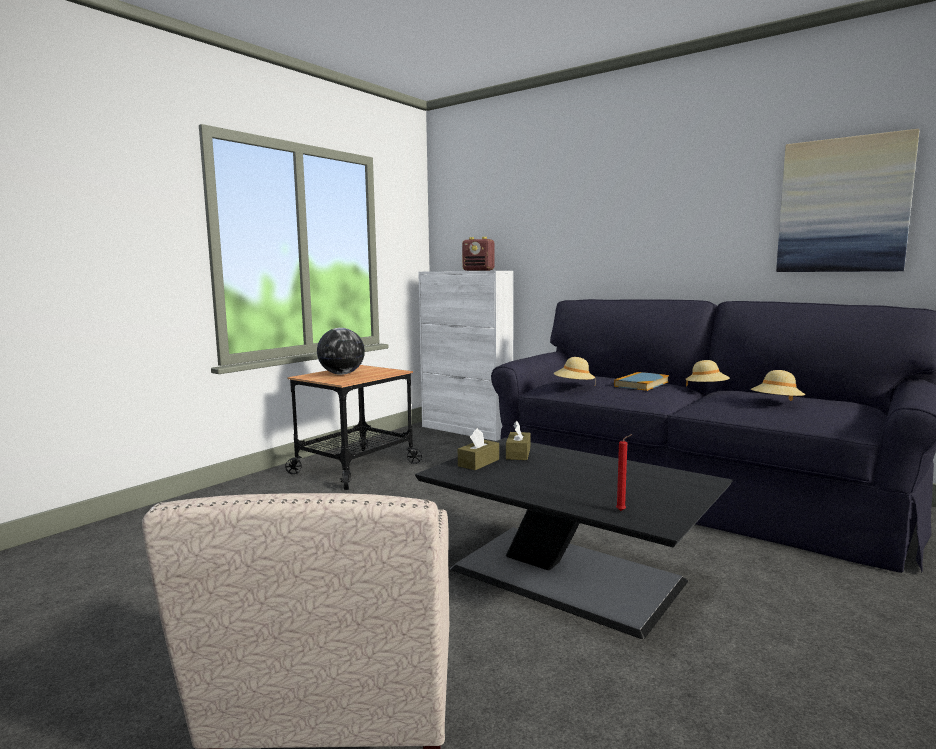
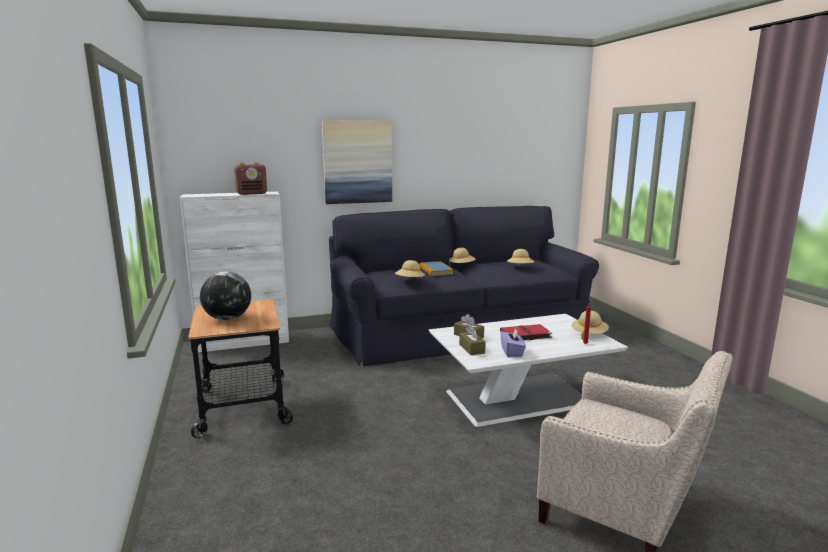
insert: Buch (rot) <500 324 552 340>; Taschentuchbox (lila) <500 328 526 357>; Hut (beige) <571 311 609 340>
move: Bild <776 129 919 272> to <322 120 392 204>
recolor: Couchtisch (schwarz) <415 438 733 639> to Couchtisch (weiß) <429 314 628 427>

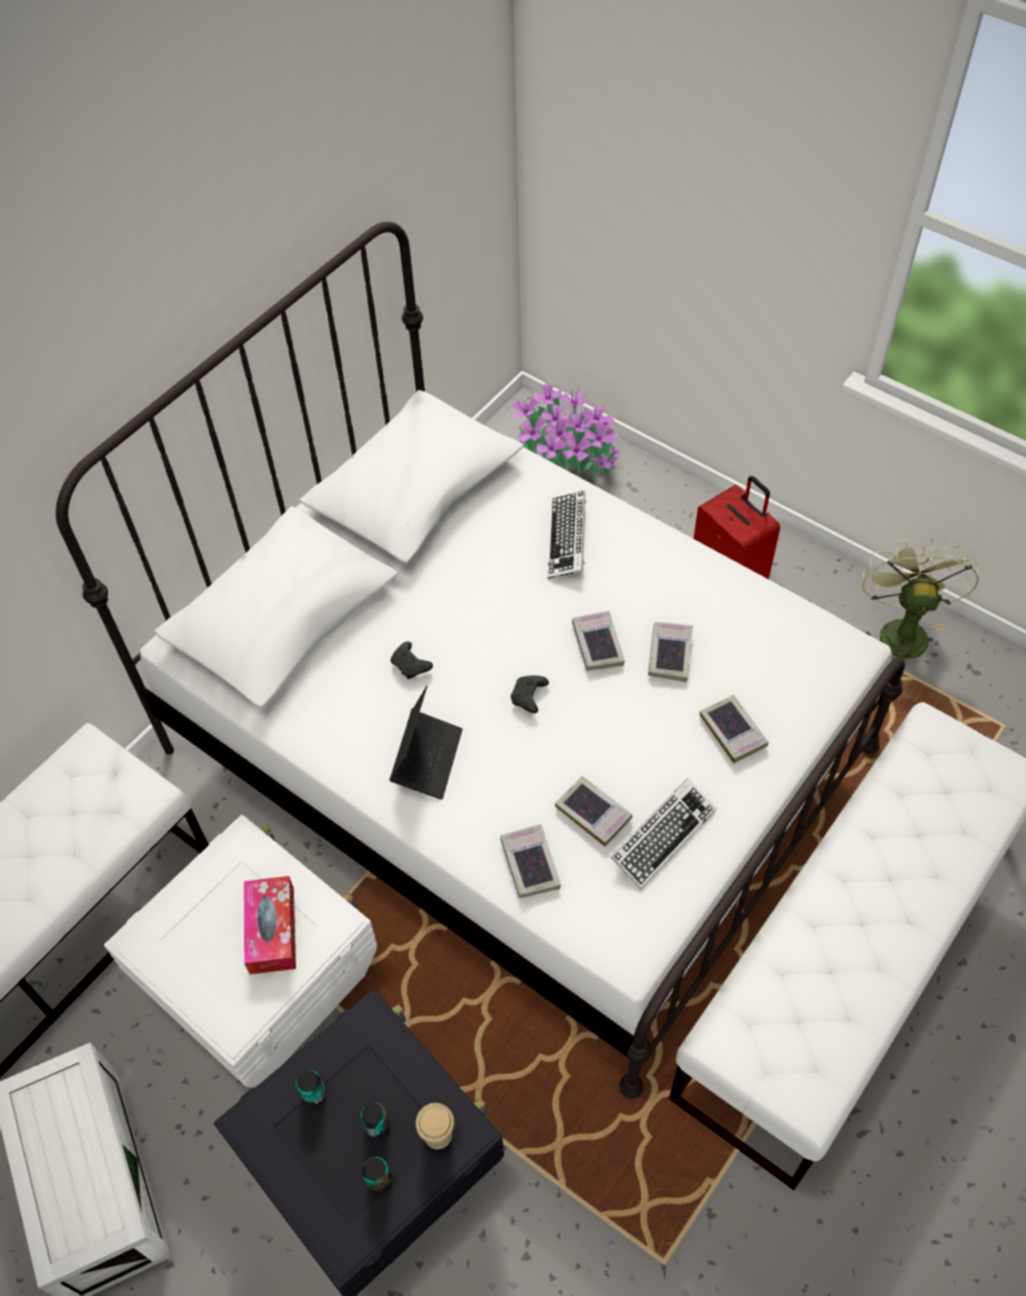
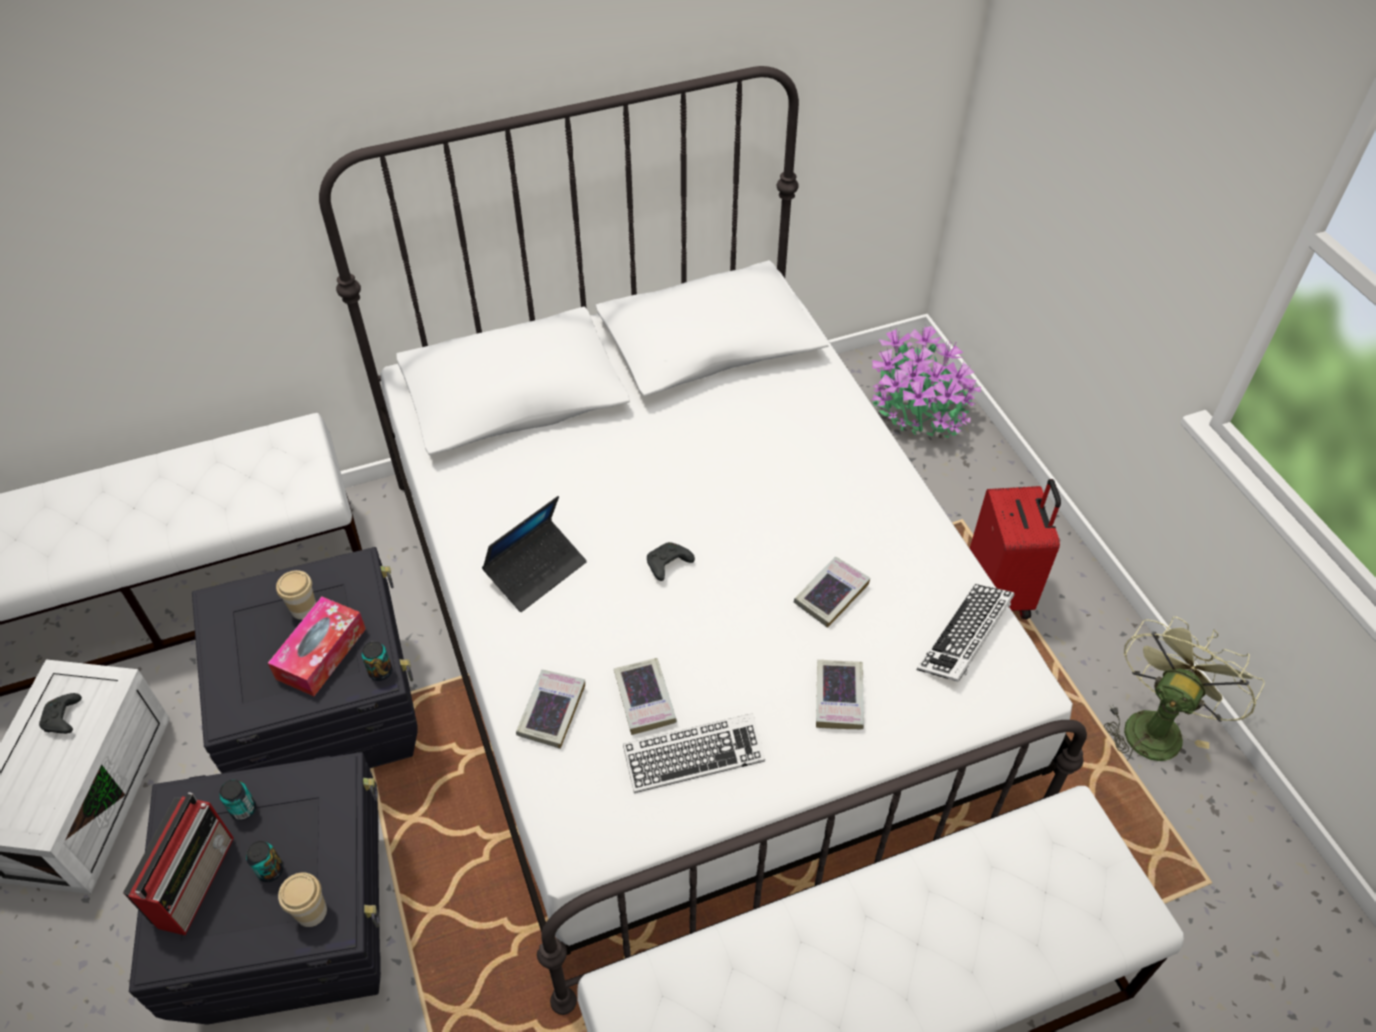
delete: Buch <572 611 625 671>
insert: Radio <123 792 234 935>; Tasse <276 570 316 620>
move: Dose <362 1157 392 1193> to <362 641 392 681>; Gamepad (schwarz) <390 641 433 679> to <39 693 82 734>; Tastatur <548 491 586 579> to <917 583 1014 682>
recolor: Aufbewahrungsbox (weiß) <104 815 377 1087> to Aufbewahrungsbox (schwarz) <192 547 417 774>

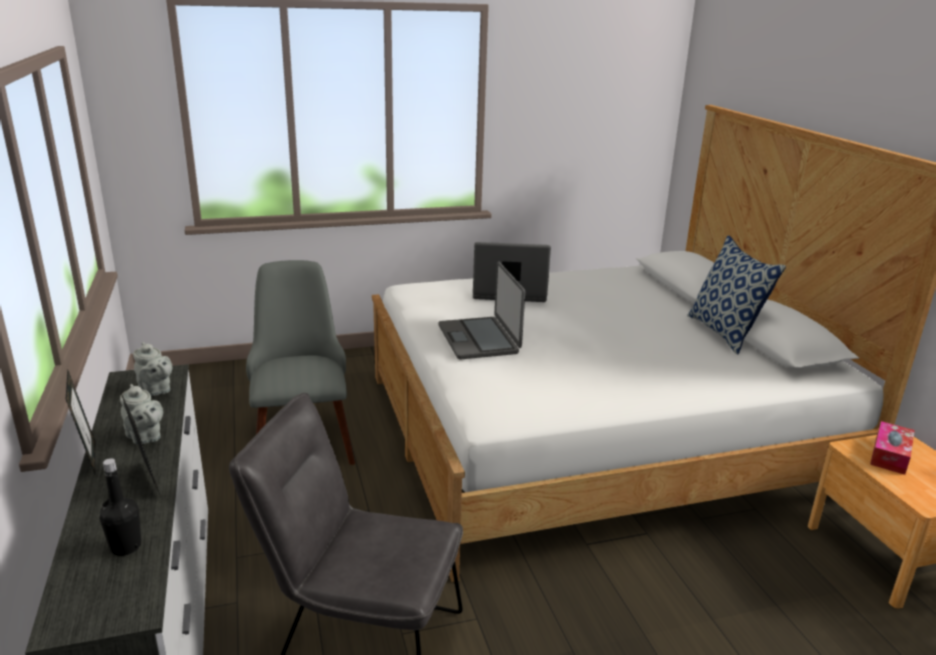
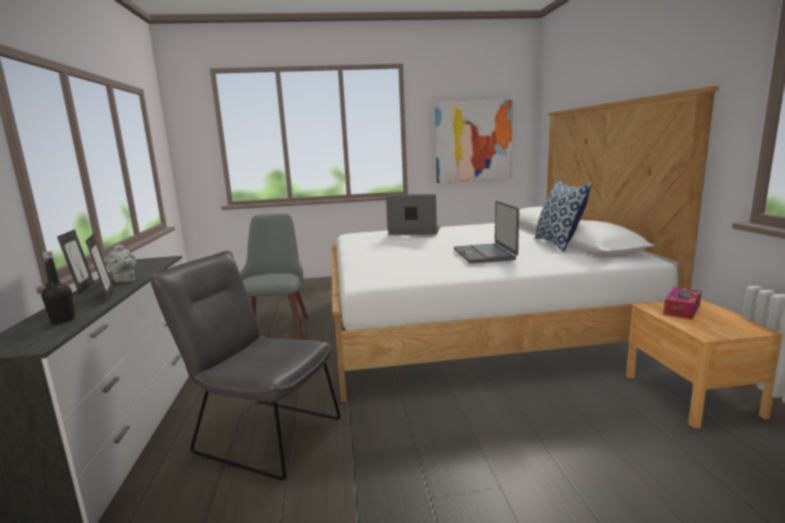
delete: Teekanne (grau) <133 342 172 396>
insert: Bild <435 99 513 183>
move: Laptop <438 261 525 360> to <454 201 519 263>

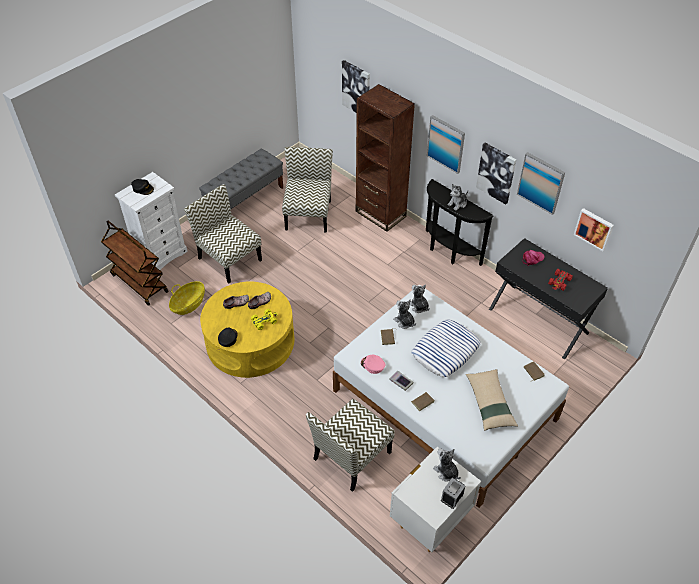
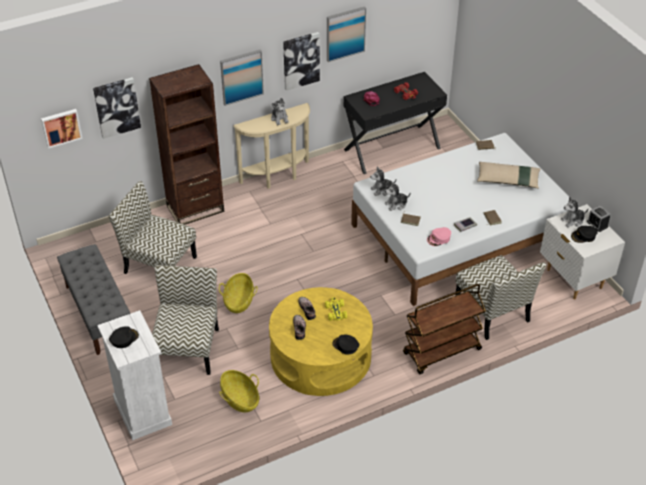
delete: Kissen <411 320 481 377>
insert: Korb <219 273 258 313>; Kappe (schwarz) <571 226 598 243>
move: Rollwagen (braun) <101 221 169 306> to <403 284 486 374>; Bild <574 208 614 251> to <41 109 83 148>
recolor: Konsolentisch (schwarz) <426 179 494 266> to Konsolentisch (beige) <233 103 310 189>
rotate: Stuhl <184 184 262 283> = <152 265 219 375> 120 degrees clockwise

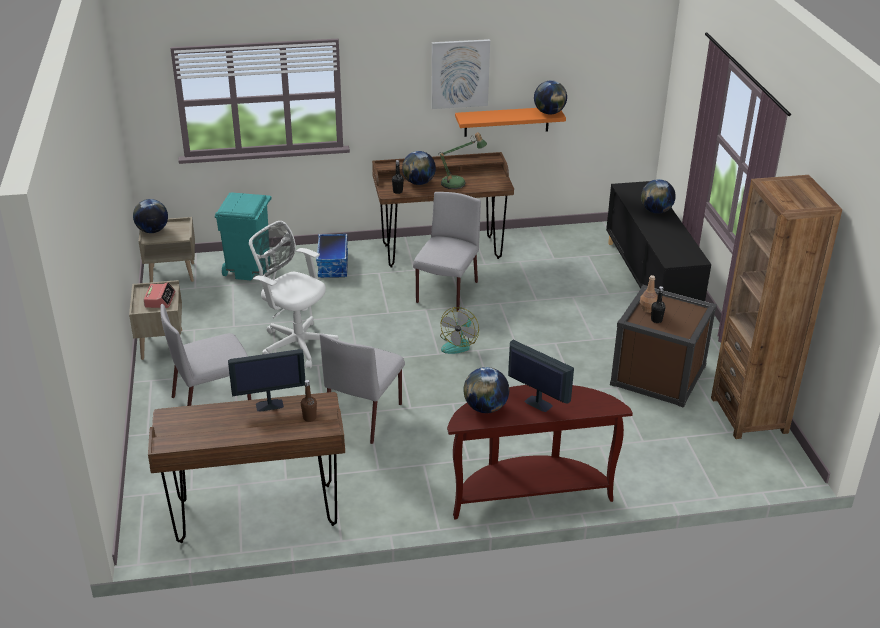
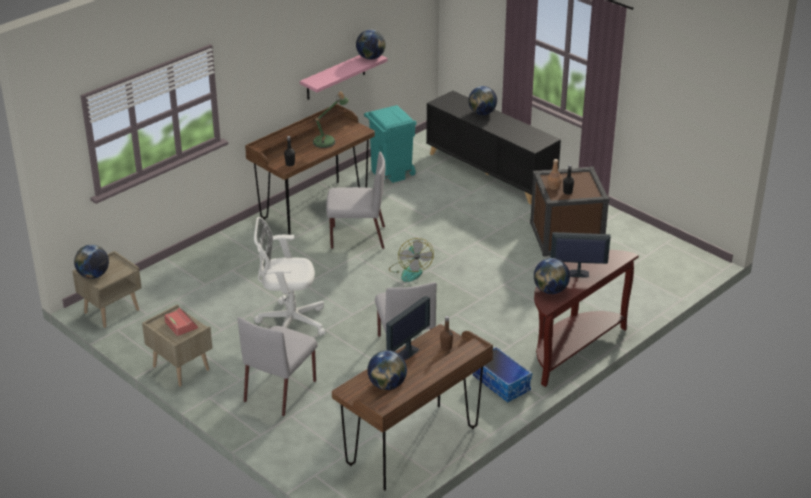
delete: Bild <431 39 490 109>; Bücherregal (braun) <711 175 842 439>
move: Mülleimer (türkis) <215 193 272 281> to <364 105 416 183>; Aufbewahrungsbox <316 234 348 278> to <473 346 532 402>; Globus <402 151 436 185> to <367 350 407 390>
recolor: Wandregal (orange) <455 108 566 137> to Wandregal (rosa) <300 55 388 100>
rotate: Stuhl (grau) <413 192 481 311> = <326 152 385 249> 105 degrees clockwise

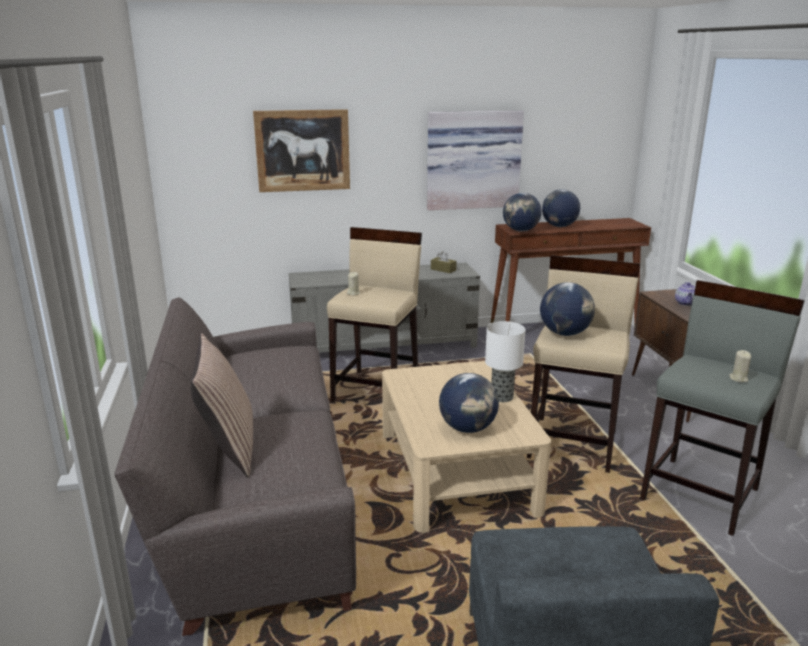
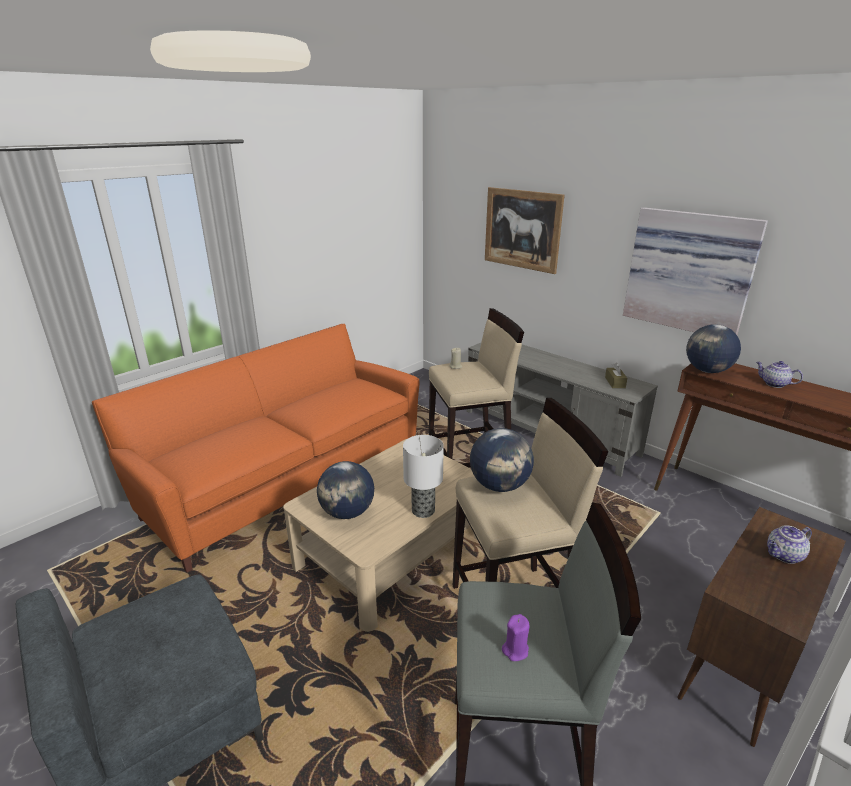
delete: Kissen <191 333 253 477>
replace: Globus <542 189 580 227> to Teekanne <756 361 803 388>
recolor: Sofa (grau) <114 297 356 636> to Sofa (orange) <92 324 420 572>; Kerze (beige) <729 350 751 382> to Kerze (lila) <502 614 530 661>

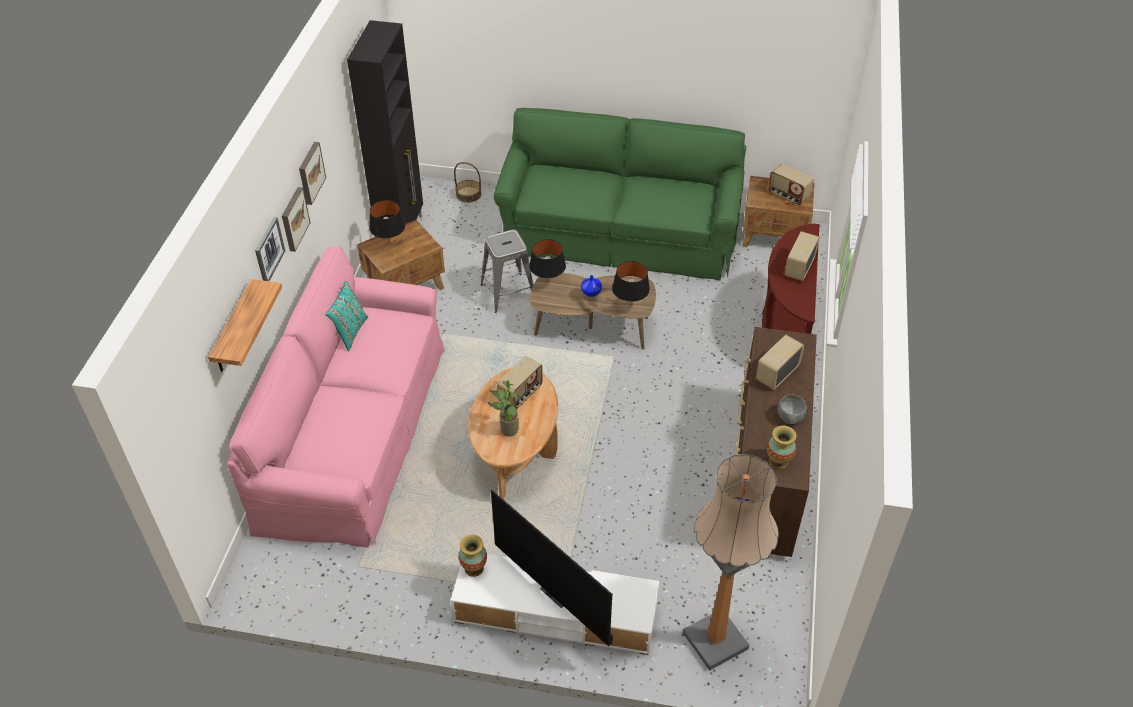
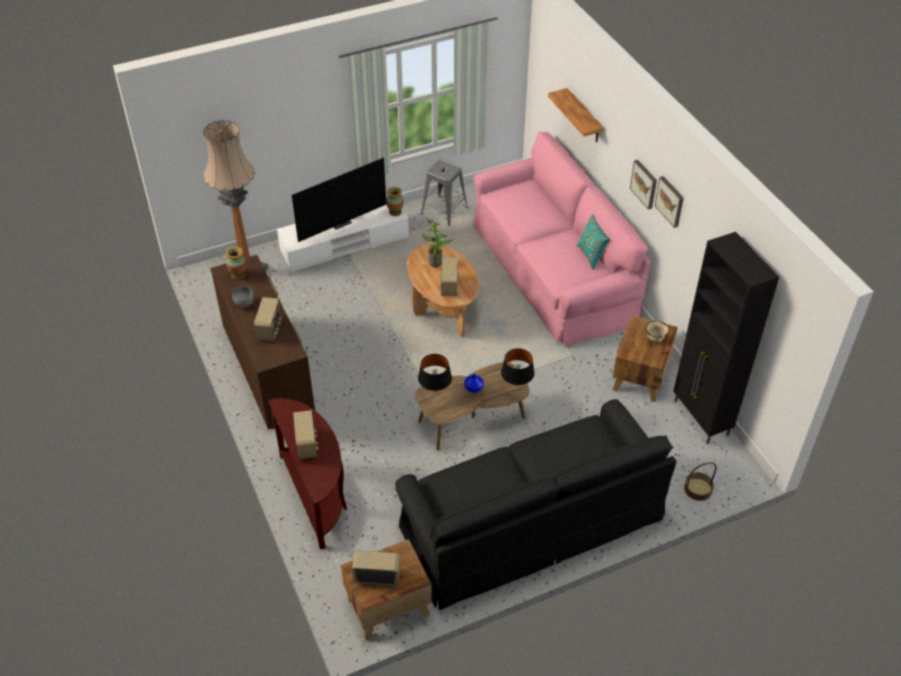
delete: Bild <255 217 285 281>
move: Hocker (grau) <481 229 534 313> to <421 159 468 226>
replace: Tischlampe (schwarz) <369 200 405 243> to Schüssel (beige) <646 321 669 342>
recolor: Sofa (grün) <494 108 746 281> to Sofa (schwarz) <395 399 677 610>
rotate: Fernseher <491 490 613 647> = <292 158 386 242> 135 degrees clockwise

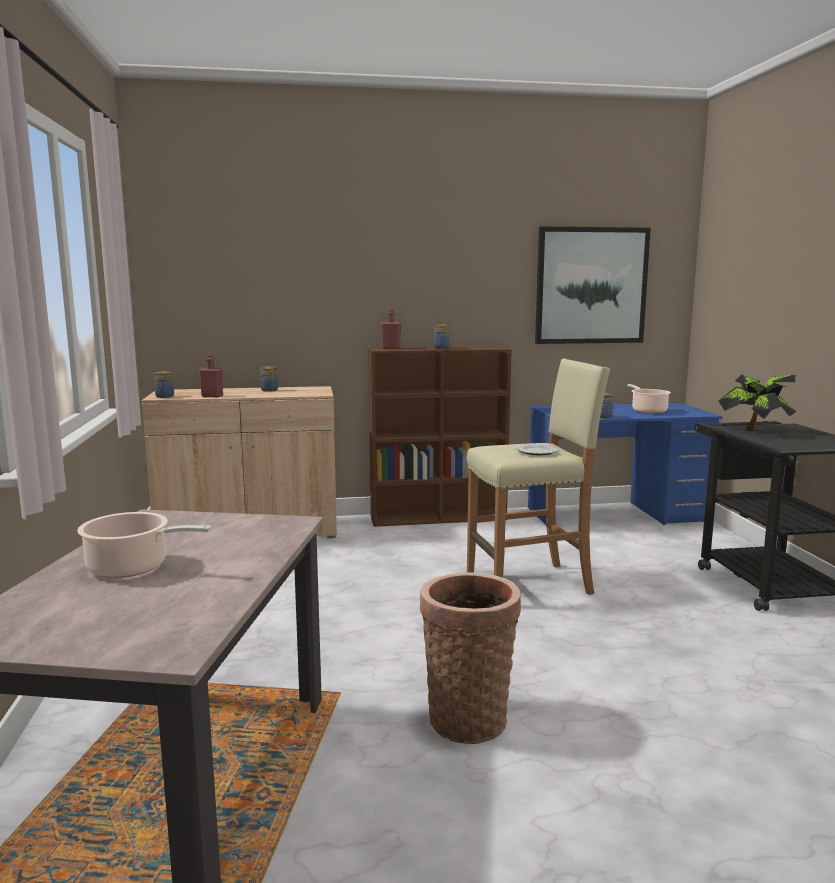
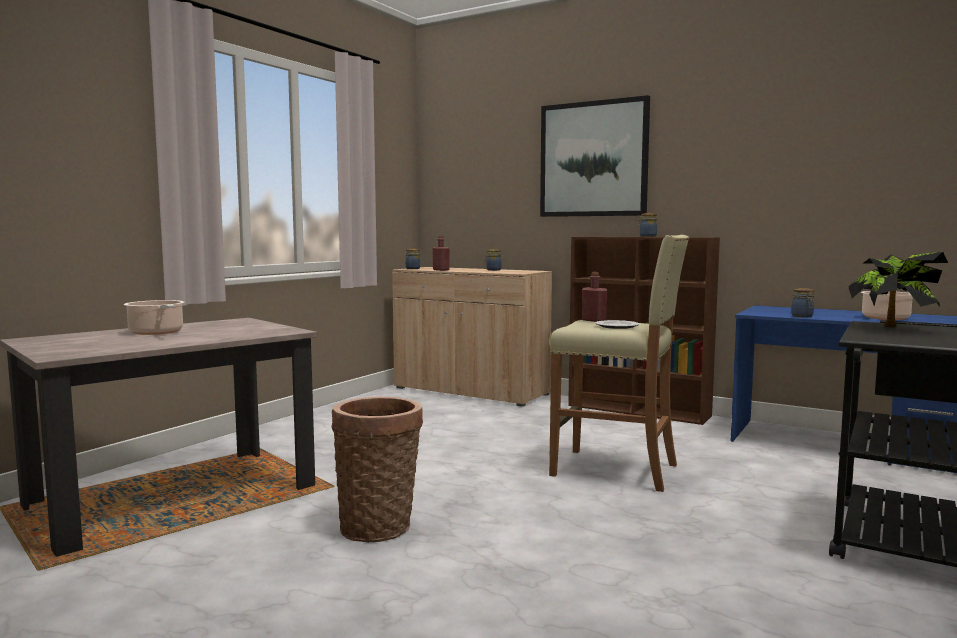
move: Flasche (rot) <381 309 401 349> to <582 272 608 322>; Bild <535 226 651 344> to <540 95 650 217>

